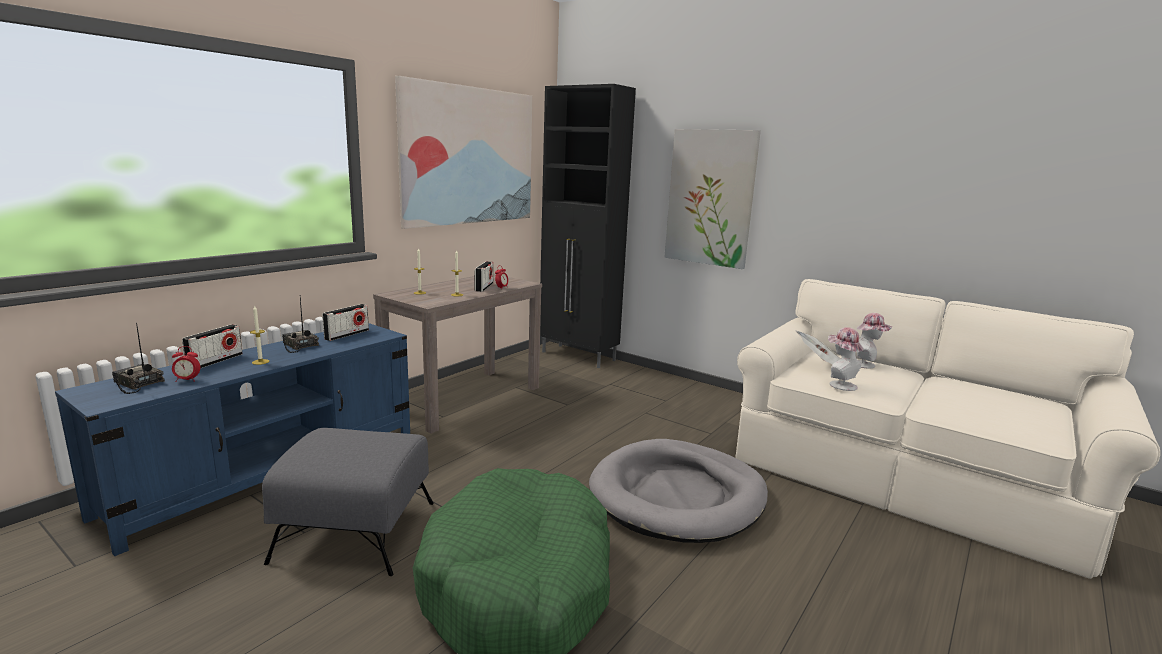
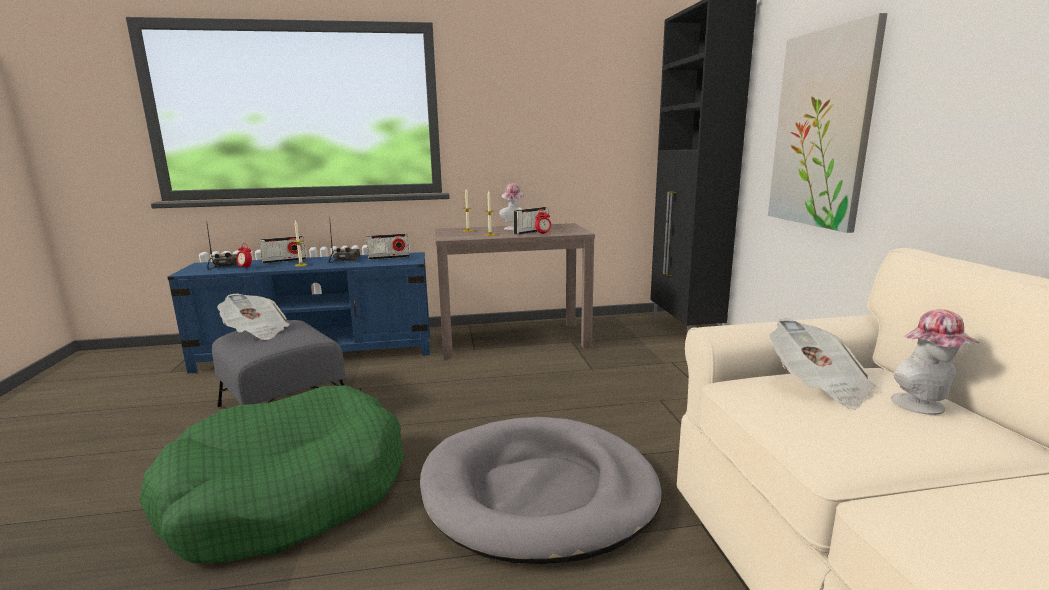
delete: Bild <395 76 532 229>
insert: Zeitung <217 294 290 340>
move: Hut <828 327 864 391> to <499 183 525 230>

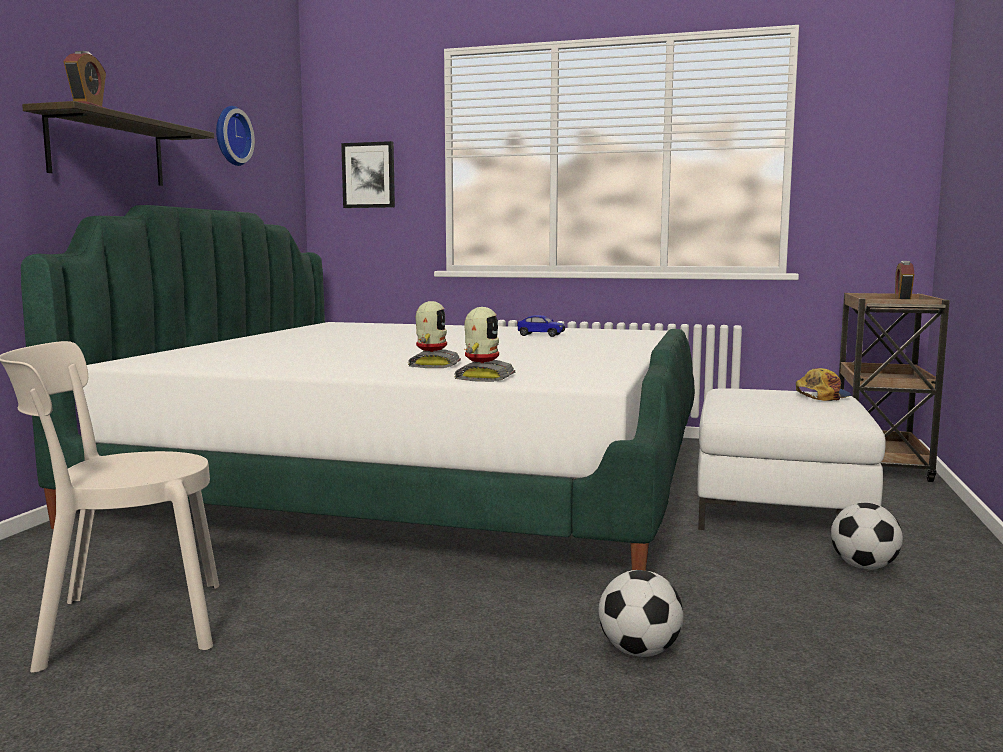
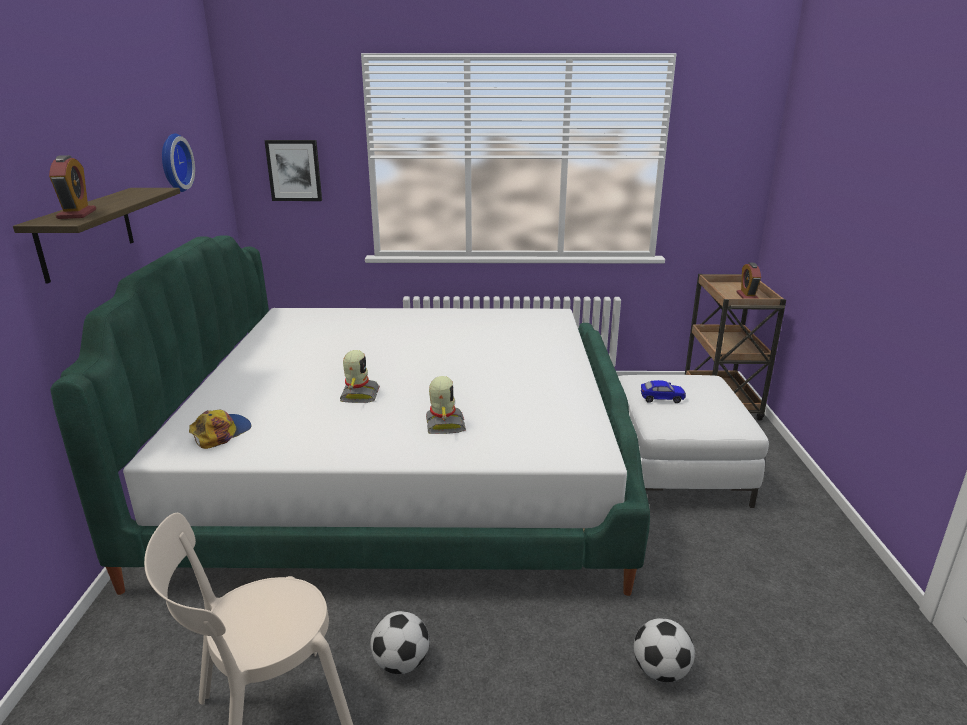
move: Spielzeugroboter <454 307 516 382> to <340 350 380 403>; Spielzeugauto <517 315 565 337> to <641 380 686 403>; Kappe <796 368 851 401> to <189 410 252 449>; Fußball <831 503 903 570> to <371 611 429 674>

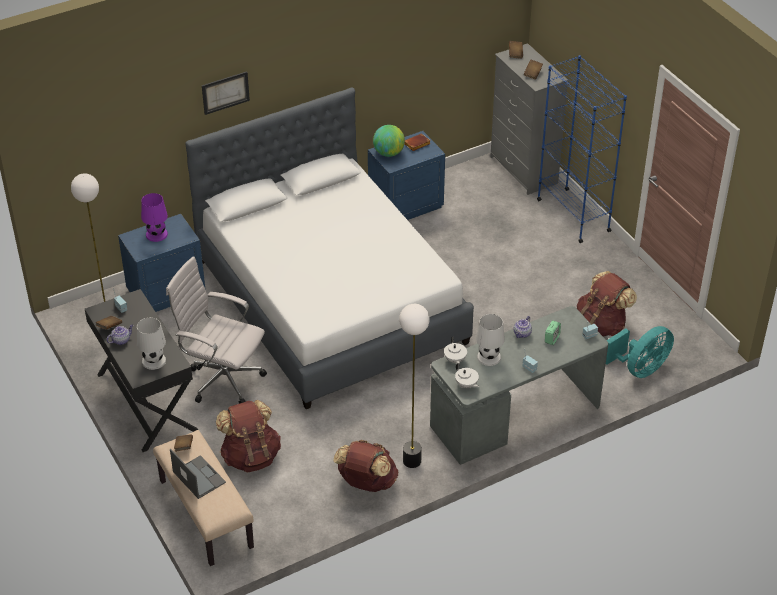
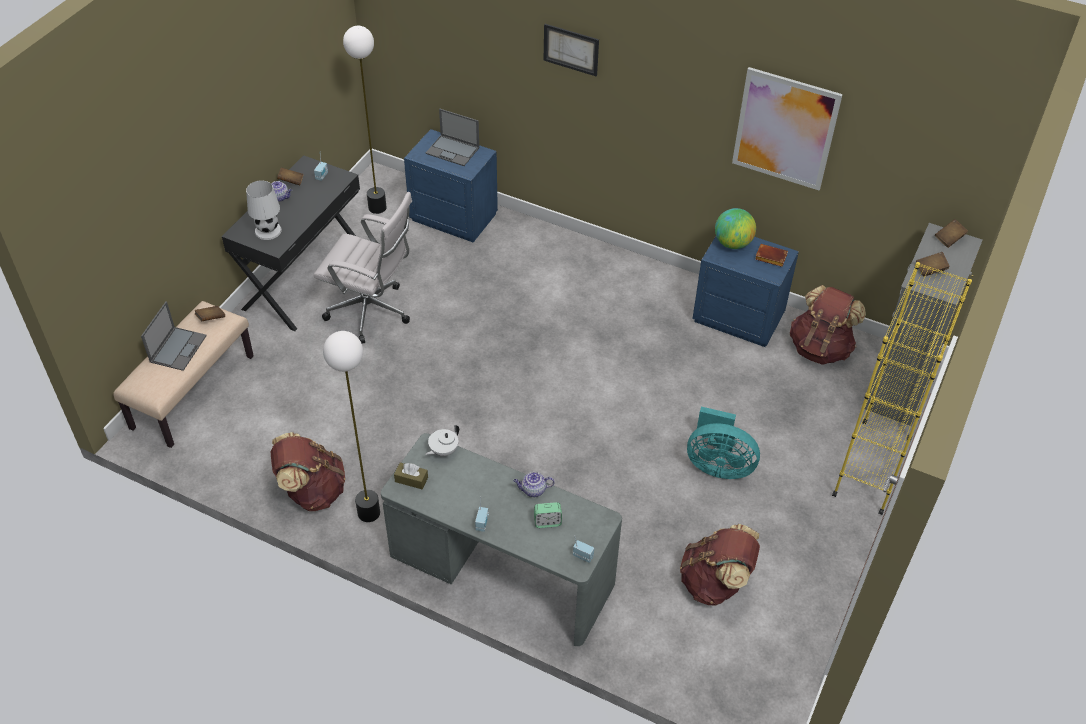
delete: Bett (weiß) <185 88 474 409>; Tischlampe (weiß) <476 314 505 366>
insert: Bild <732 67 843 190>
move: Rucksack (braun) <216 400 281 472> to <790 285 866 365>; Ventilator (türkis) <606 326 674 378> to <687 406 760 479>
replace: Tischlampe (lila) <141 193 168 242> to Laptop <426 109 479 166>; Teekanne (weiß) <455 363 479 389> to Taschentuchbox (braun) <394 463 428 489>
recolor: Bücherregal (blau) <537 55 627 243> to Bücherregal (gelb) <832 262 972 515>
rotate: Bürostuhl (weiß) <166 256 267 403> = <313 192 412 344> 120 degrees clockwise

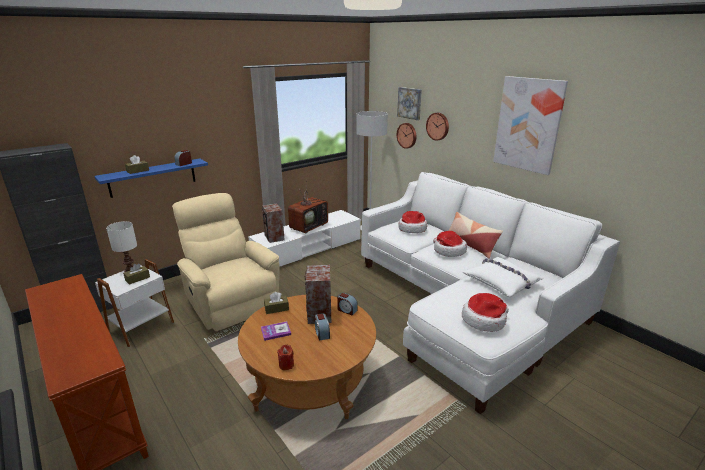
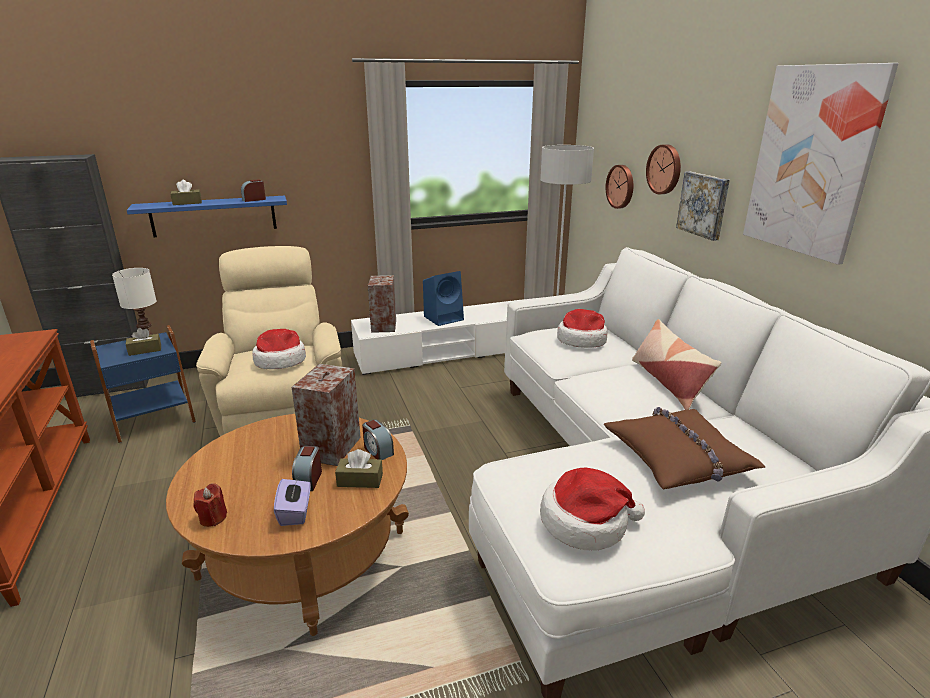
delete: Buch <261 321 291 341>
insert: Taschentuchbox (lila) <274 478 311 526>
move: Taschentuchbox (braun) <264 292 289 314> to <335 449 383 488>; Bild <397 87 422 120> to <676 172 730 241>; Hut <433 231 467 257> to <252 329 306 369>
replace: Fernseher <288 183 328 234> to Lautsprecher (blau) <423 271 464 326>
recolor: Beistelltisch (weiß) <95 259 174 348> to Beistelltisch (blau) <90 325 196 443>; Kissen (weiß) <463 257 544 297> to Kissen (braun) <604 407 765 489>

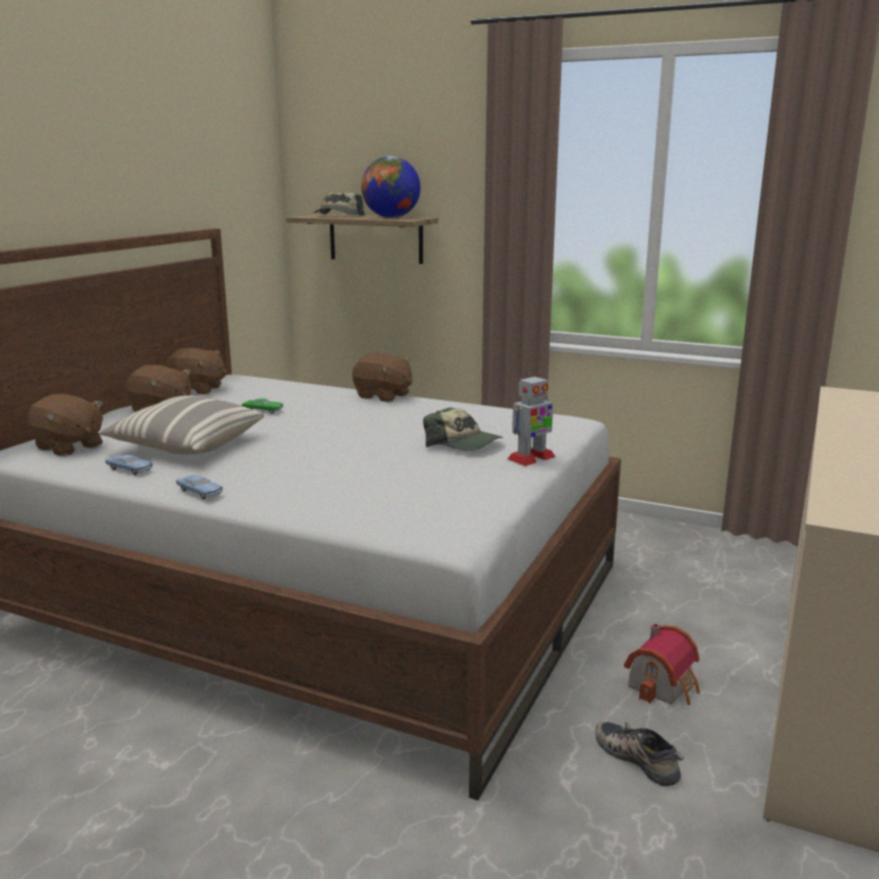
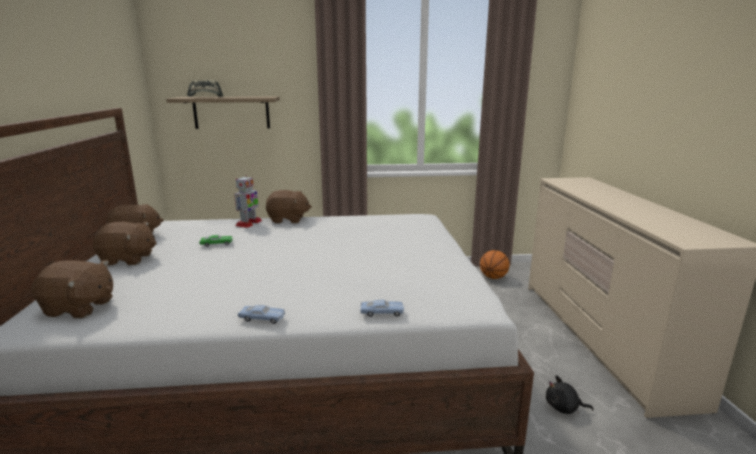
delete: Kissen <98 396 264 454>; Globus <361 156 421 218>; Kappe <423 407 503 451>; Spielzeughaus <624 623 700 705>
insert: Basketball <480 250 510 279>
move: Spielzeugauto (blau) <105 455 153 475> to <360 300 404 317>; Spielzeugroboter <507 374 555 466> to <234 175 262 228>
replace: Schuh <595 722 684 786> to Plüschtier (schwarz) <546 375 594 414>

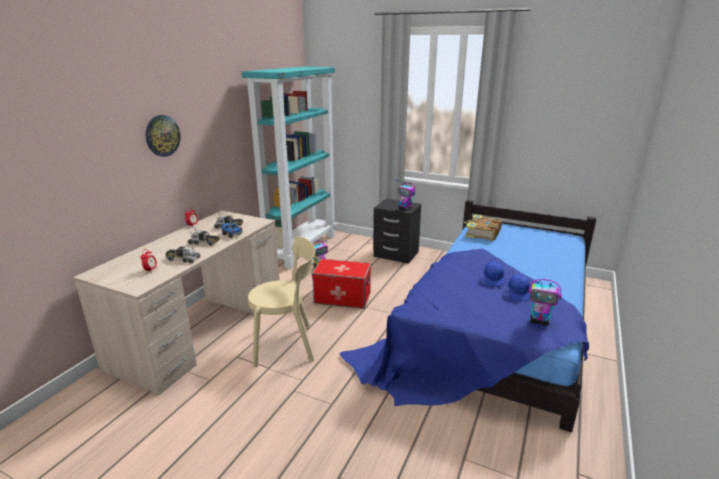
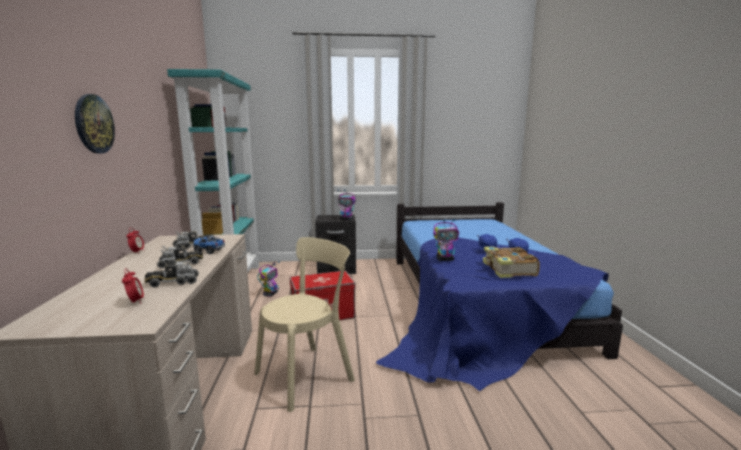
move: Buch <464 215 502 241> to <483 247 540 278>; Spielzeugroboter <528 279 561 326> to <433 219 459 261>

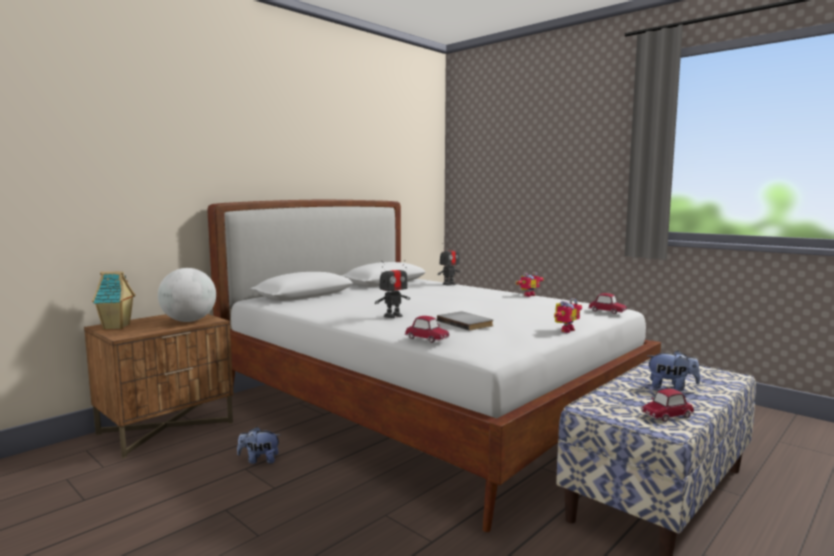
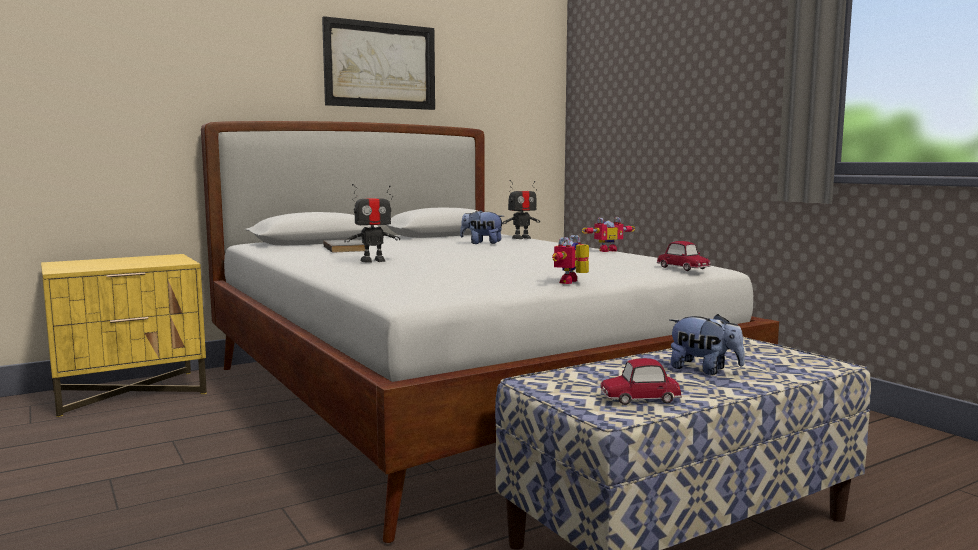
delete: Spielzeughaus <92 271 136 329>; Globus <158 268 216 322>; Spielzeugauto <405 316 450 343>
insert: Bild <322 16 435 110>
move: Plüschtier <237 427 280 464> to <460 210 504 244>; Buch (grau) <437 311 493 331> to <323 239 365 252>
recolor: Nachttisch (braun) <84 314 234 459> to Nachttisch (gelb) <41 254 207 417>
rotate: Spielzeugroboter <554 298 582 333> = <552 235 589 284> 150 degrees clockwise

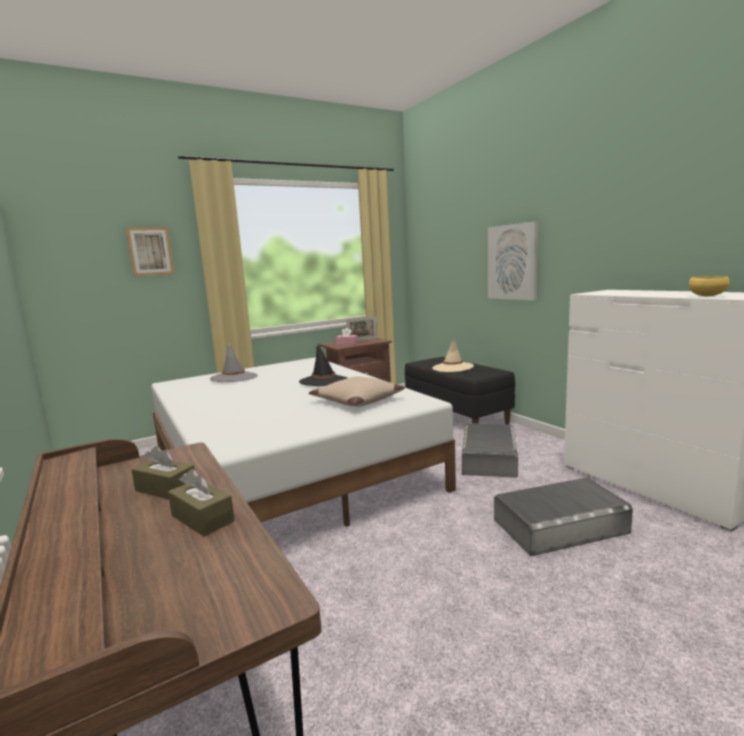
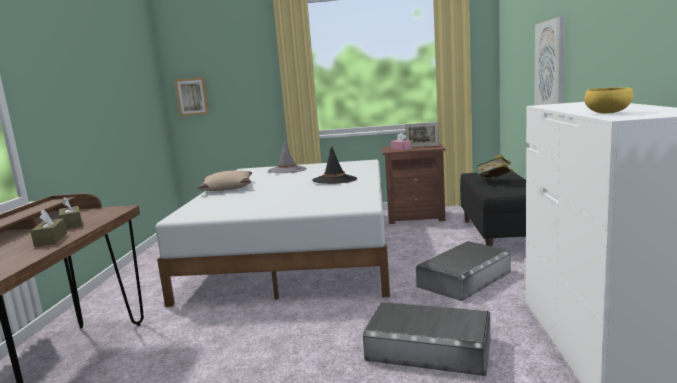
move: Bild <126 227 175 276> to <175 77 209 116>; Kissen (beige) <309 376 405 407> to <198 170 252 191>
replace: Hut (beige) <432 339 474 372> to Buch <476 155 514 180>

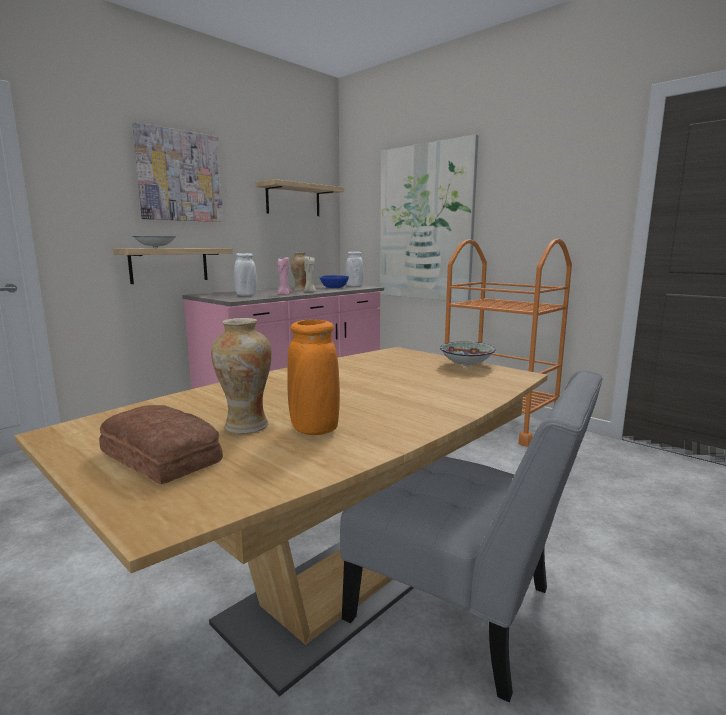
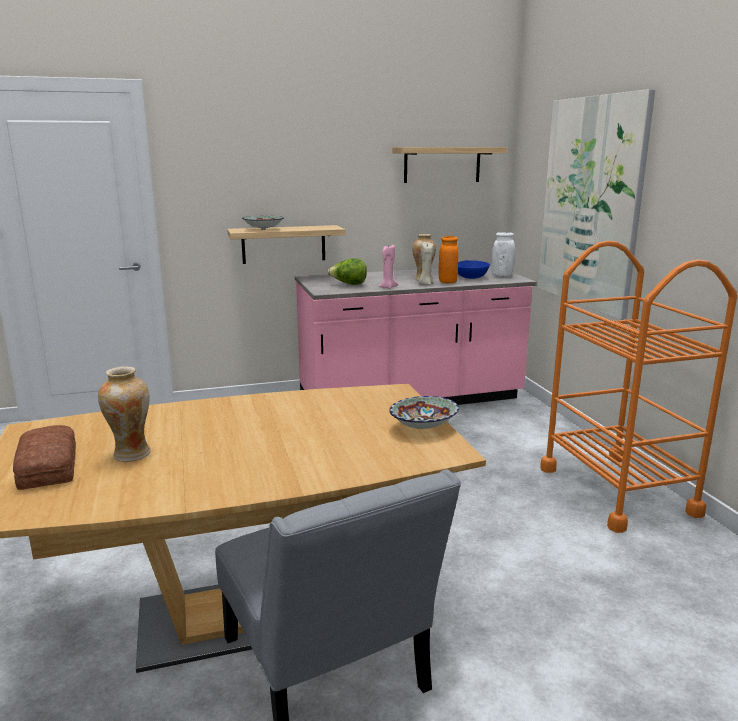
delete: Bild <132 122 223 222>
move: Vase (orange) <287 319 340 435> to <439 236 458 283>
replace: Vase (weiß) <234 253 257 296> to Salatkopf <328 258 367 285>

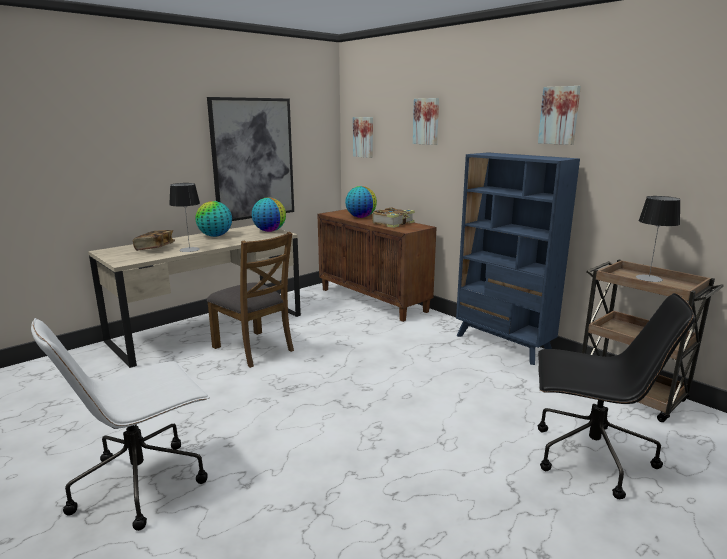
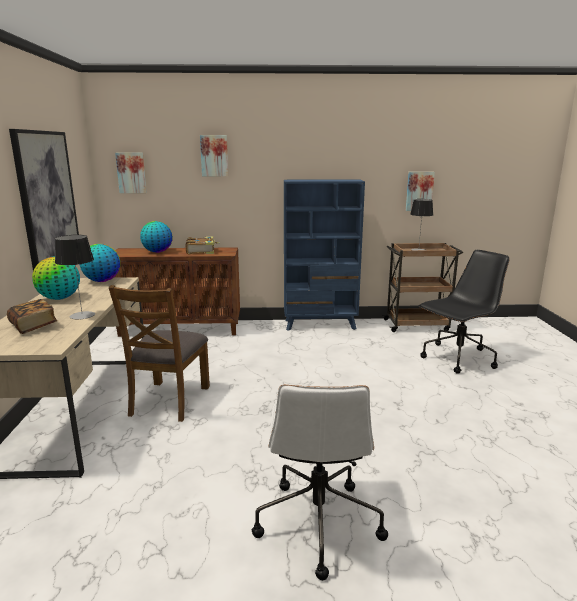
move: Bild <538 86 581 145> to <406 172 435 211>
rotate: Stuhl (braun) <206 232 294 368> = <109 285 210 422> 105 degrees clockwise

